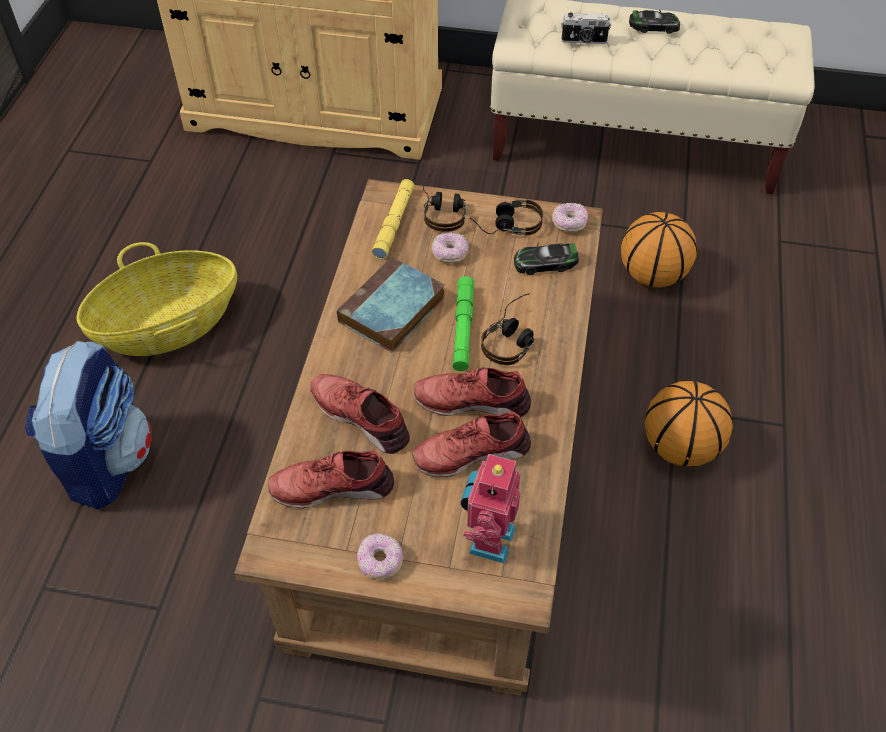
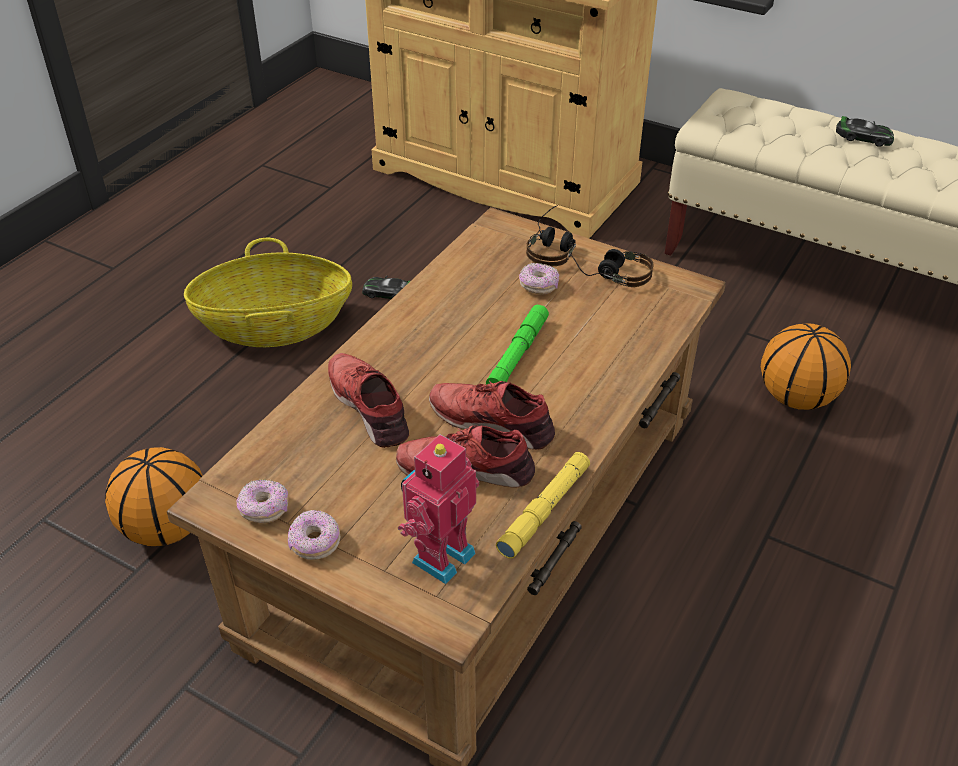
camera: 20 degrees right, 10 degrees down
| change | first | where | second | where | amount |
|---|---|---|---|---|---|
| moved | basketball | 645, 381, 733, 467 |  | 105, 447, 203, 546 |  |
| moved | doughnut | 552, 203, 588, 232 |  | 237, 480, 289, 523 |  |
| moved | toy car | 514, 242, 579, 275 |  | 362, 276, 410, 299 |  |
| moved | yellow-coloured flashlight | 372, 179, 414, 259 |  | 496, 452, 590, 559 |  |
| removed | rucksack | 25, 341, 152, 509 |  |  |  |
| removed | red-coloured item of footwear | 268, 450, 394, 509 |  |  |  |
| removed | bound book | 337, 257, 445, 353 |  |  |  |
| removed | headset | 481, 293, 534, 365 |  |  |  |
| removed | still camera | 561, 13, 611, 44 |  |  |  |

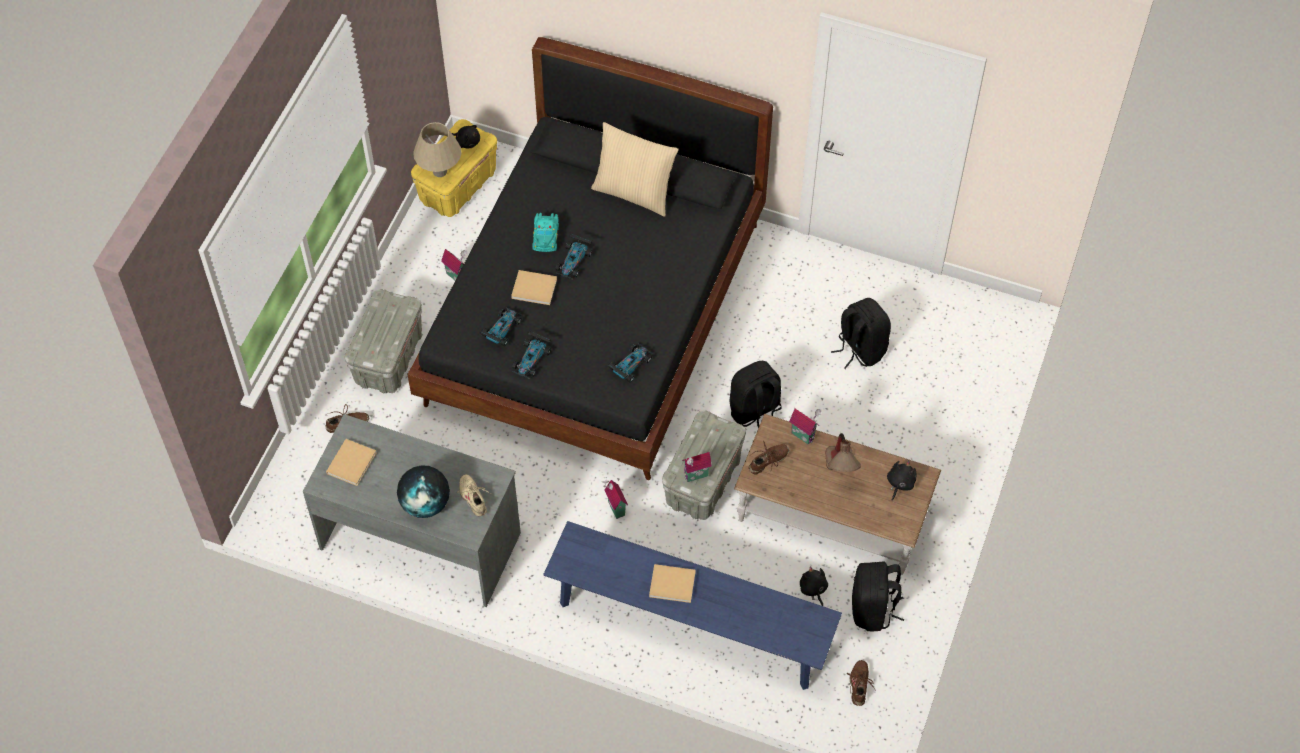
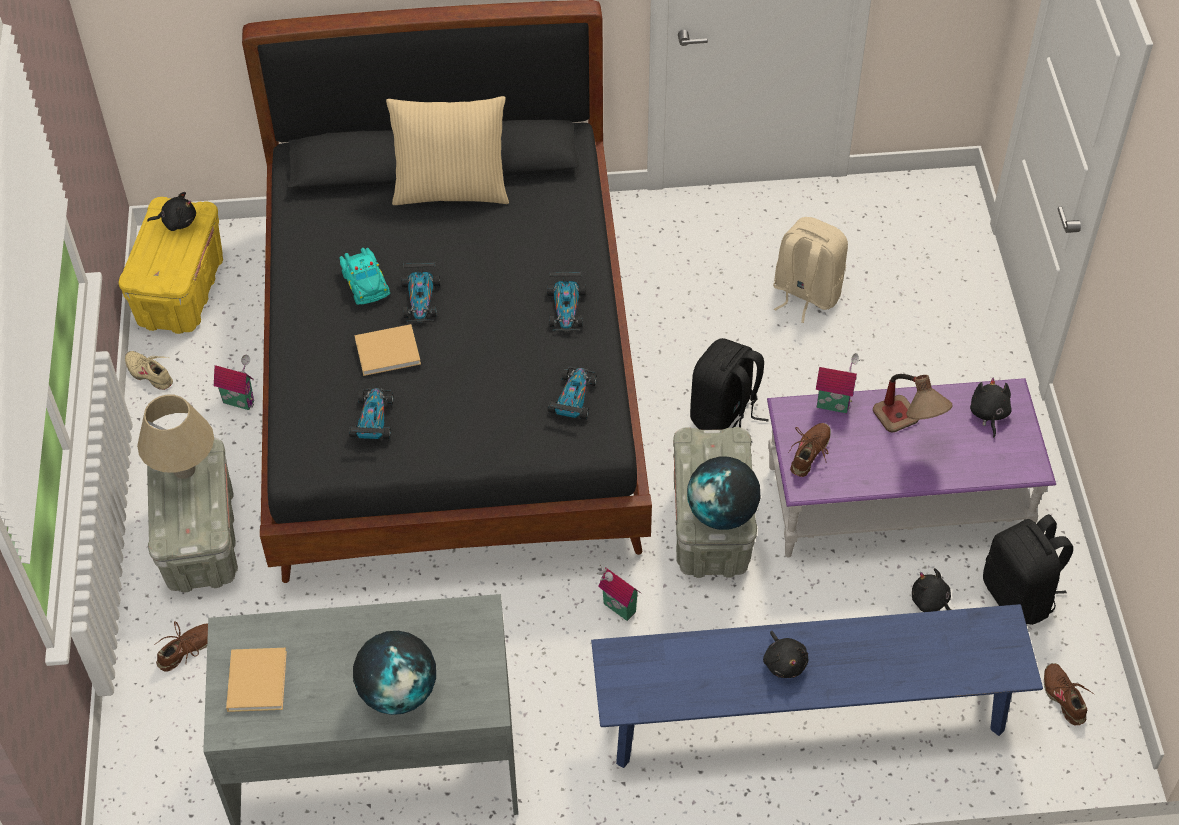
camera: 25 degrees left, 5 degrees down
| change | first | where | second | where | amount |
|---|---|---|---|---|---|
| moved | beige item of footwear | 457, 474, 492, 516 |  | 125, 351, 173, 390 |  |
| moved | beige lamp for a table | 413, 122, 462, 177 |  | 137, 394, 214, 479 |  |
| moved | toy car | 512, 331, 551, 379 |  | 547, 271, 586, 332 |  |
| replaced | toy house | 682, 452, 712, 482 | desk globe | 687, 457, 760, 530 |  |
| replaced | beige bound book | 649, 564, 696, 603 | black-coloured soft toy | 763, 631, 808, 678 |  |
| recoloured | brownish lounge table | 734, 414, 941, 575 | purplish lounge table | 767, 378, 1056, 557 |  |
| recoloured | black-coloured rucksack | 831, 298, 891, 369 | beige rucksack | 773, 217, 848, 323 |  |

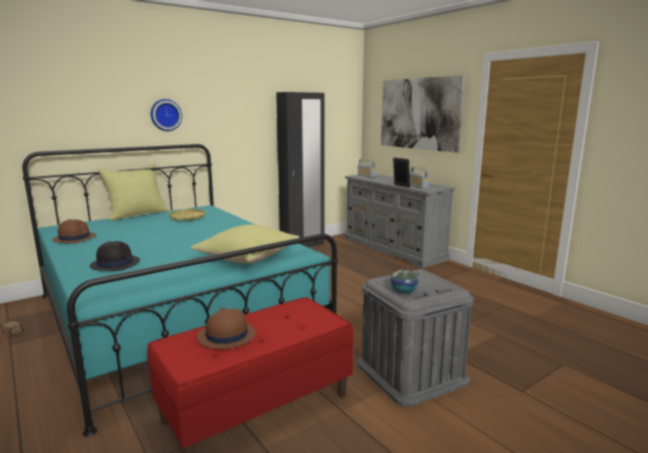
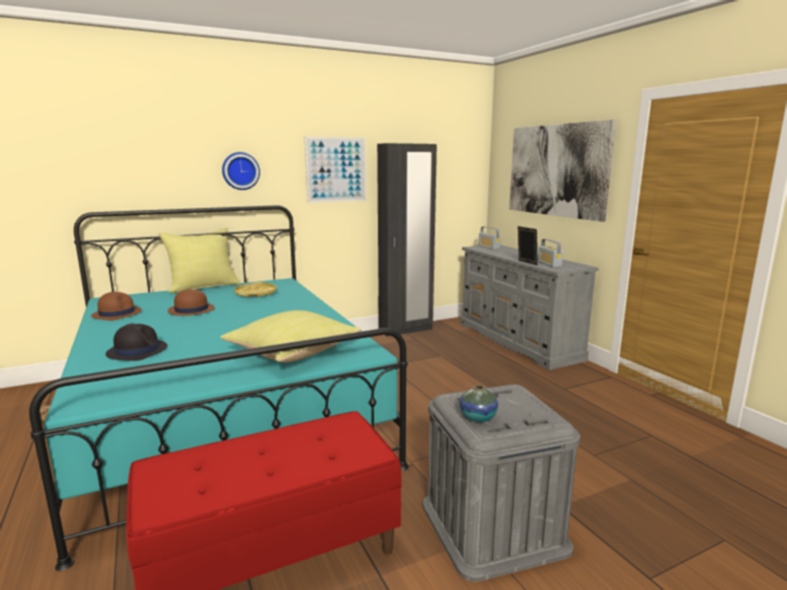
camera: 10 degrees right, 0 degrees up
| change | first | where | second | where | amount |
|---|---|---|---|---|---|
| moved | brownish hat | 197, 308, 256, 349 |  | 168, 289, 215, 316 |  |
| added |  |  | wall picture | 305, 137, 366, 203 |  |

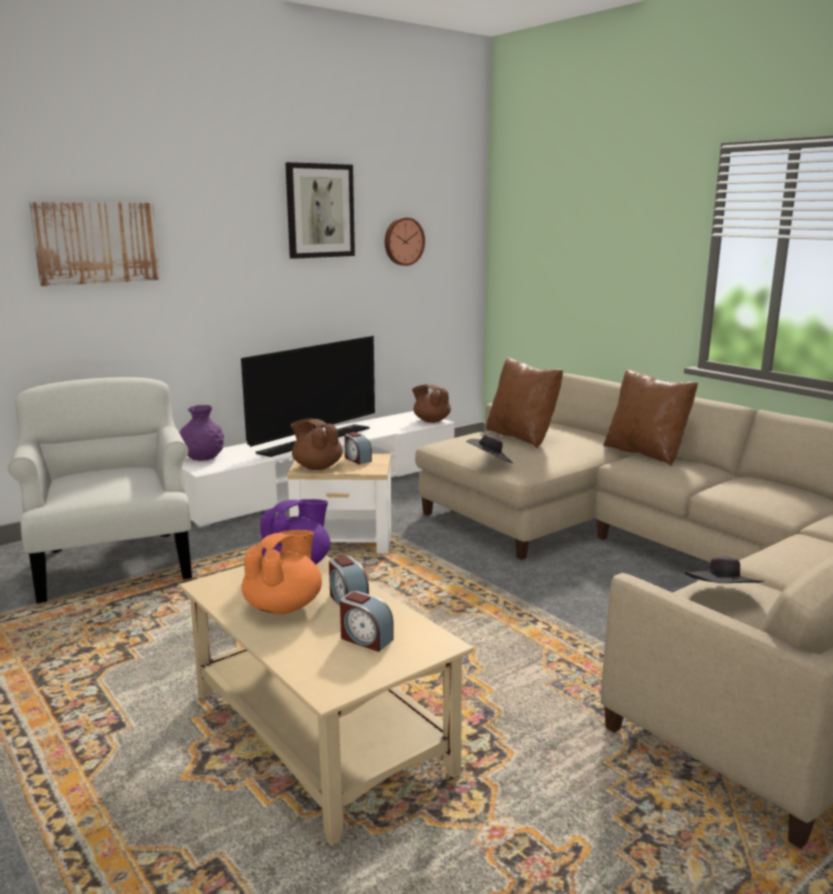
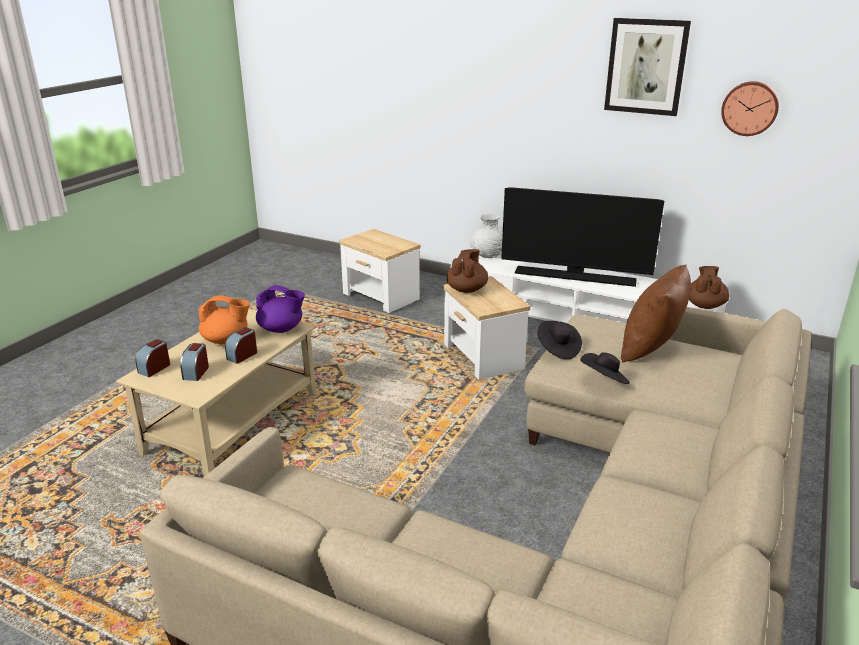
camera: 65 degrees right, 10 degrees up
| change | first | where | second | where | amount |
|---|---|---|---|---|---|
| moved | table clock | 345, 432, 372, 465 |  | 135, 339, 170, 377 |  |
| replaced | white lounge chair | 8, 377, 192, 603 | end table | 339, 229, 421, 313 |  |
| recoloured | purplish decorative vase | 180, 405, 224, 461 | white decorative vase | 470, 214, 503, 258 |  |
| moved | black-coloured hat | 684, 556, 764, 583 |  | 580, 352, 630, 384 |  |
| removed | wall picture | 29, 202, 160, 286 |  |  |  |
| removed | brownish throw pillow | 604, 369, 698, 466 |  |  |  |

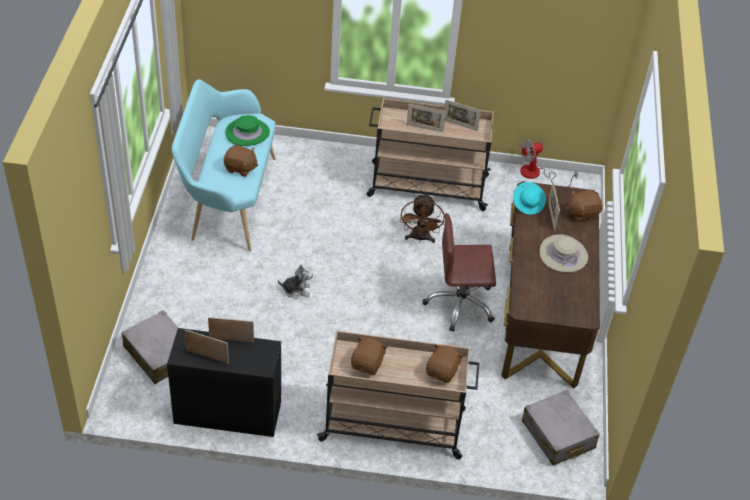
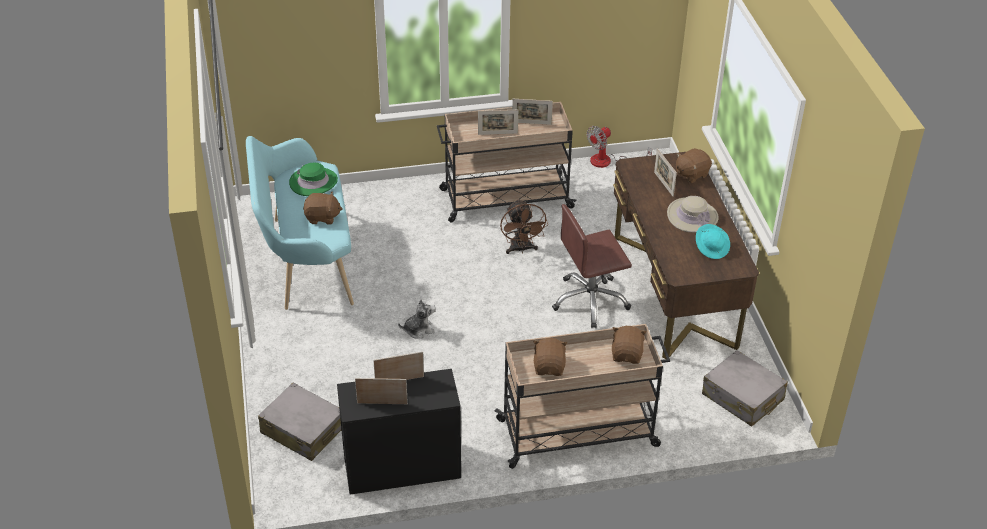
camera: 15 degrees left, 5 degrees down
| change | first | where | second | where | amount |
|---|---|---|---|---|---|
| moved | turquoise hat | 513, 182, 546, 215 |  | 696, 224, 730, 259 |  |

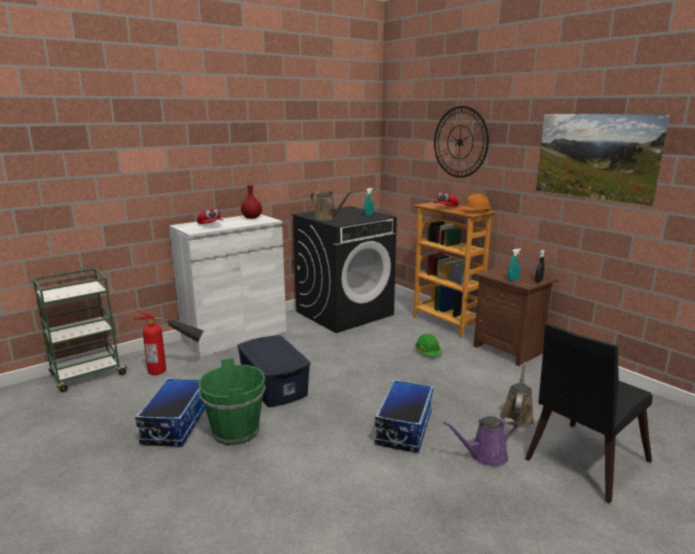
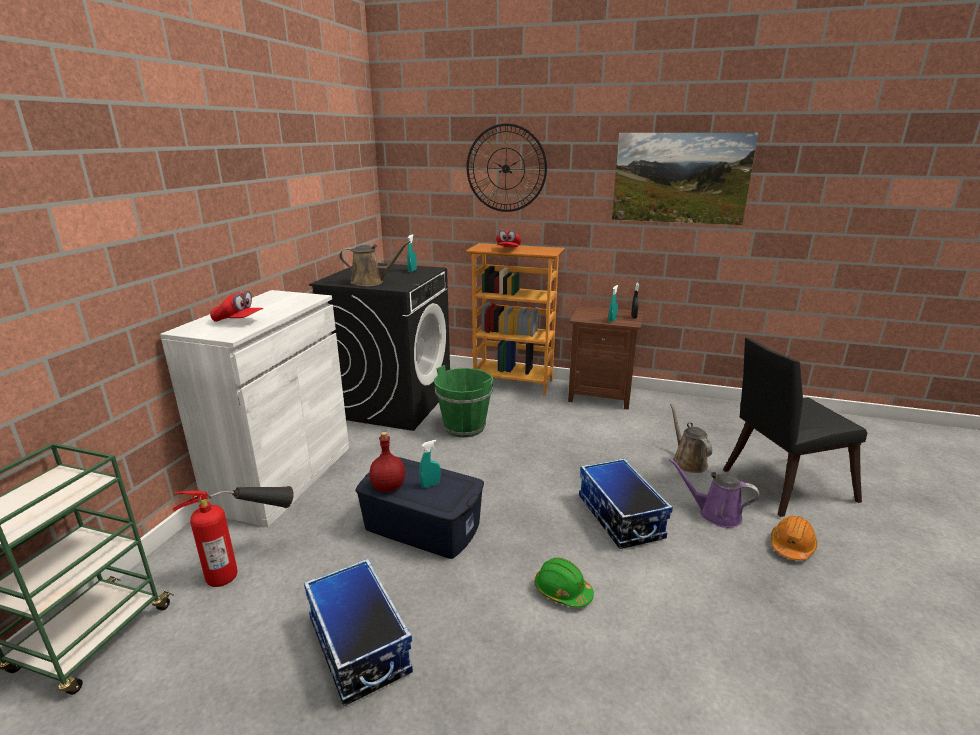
camera: 35 degrees left, 5 degrees up
| change | first | where | second | where | amount |
|---|---|---|---|---|---|
| moved | red-coloured beverage bottle | 241, 182, 262, 219 |  | 369, 432, 405, 492 |  |
| added |  |  | turquoise sprayer | 419, 440, 441, 488 |  |
| moved | green-coloured bucket | 198, 358, 265, 445 |  | 434, 365, 494, 437 |  |
| moved | green-coloured hard hat | 415, 334, 442, 357 |  | 535, 558, 594, 608 |  |
| turned | purplish watering pot | 443, 416, 518, 467 |  | 669, 459, 759, 528 | 75 degrees clockwise |
| turned | black-coloured plain chair | 525, 324, 653, 503 |  | 723, 338, 867, 517 | 60 degrees clockwise |
| moved | orange hard hat | 460, 193, 491, 211 |  | 771, 515, 817, 561 |  |

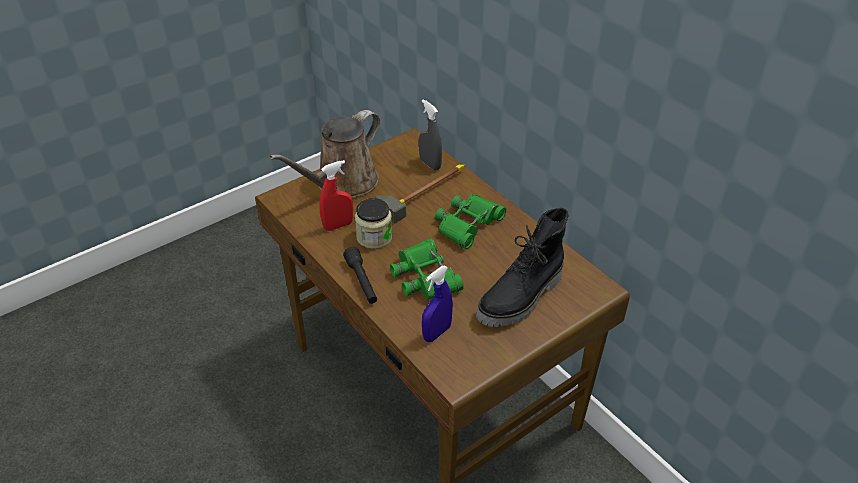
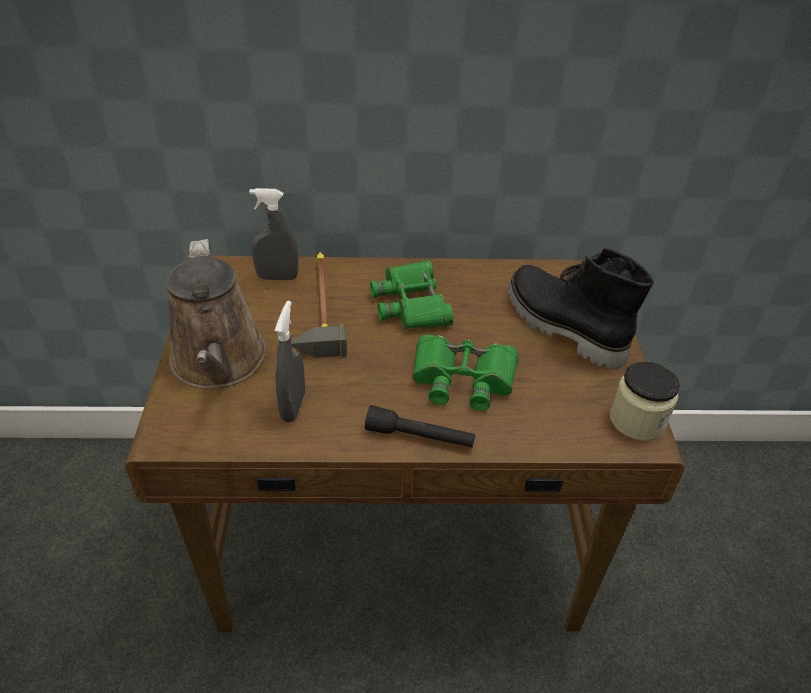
camera: 55 degrees left, 0 degrees up
| change | first | where | second | where | amount |
|---|---|---|---|---|---|
| recoloured | red-coloured sprayer | 319, 160, 353, 231 | grey sprayer | 275, 301, 305, 422 |  |
| turned | black-coloured tall boot | 476, 208, 568, 327 |  | 508, 248, 653, 369 | 150 degrees clockwise |
| moved | preserve jar | 355, 198, 392, 249 |  | 610, 361, 680, 441 |  |
| removed | blue-coloured sprayer | 422, 266, 453, 342 |  |  |  |

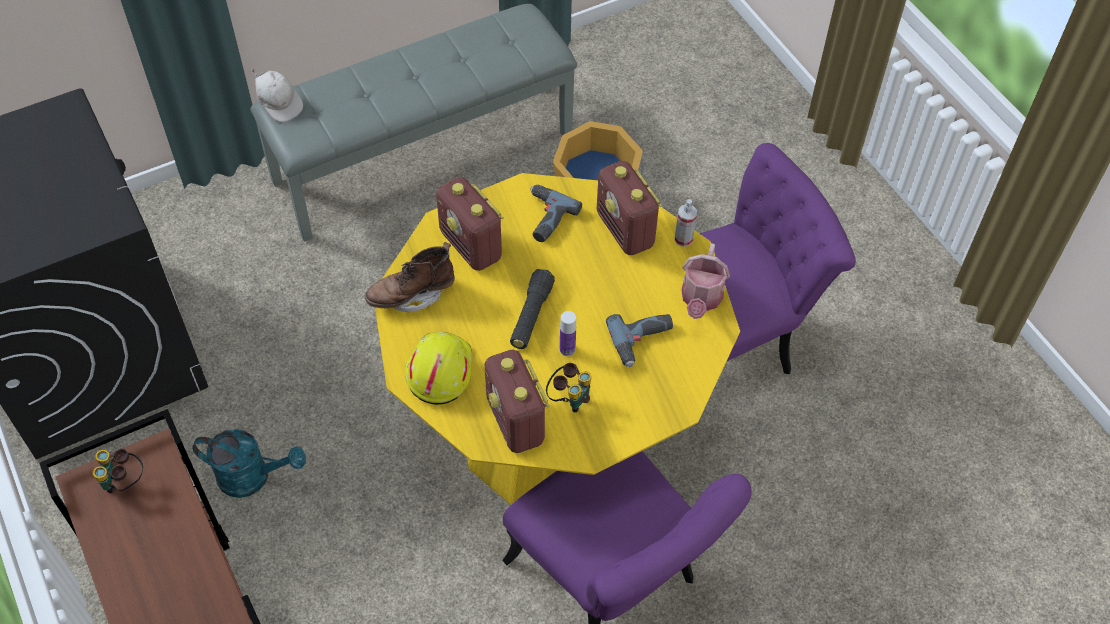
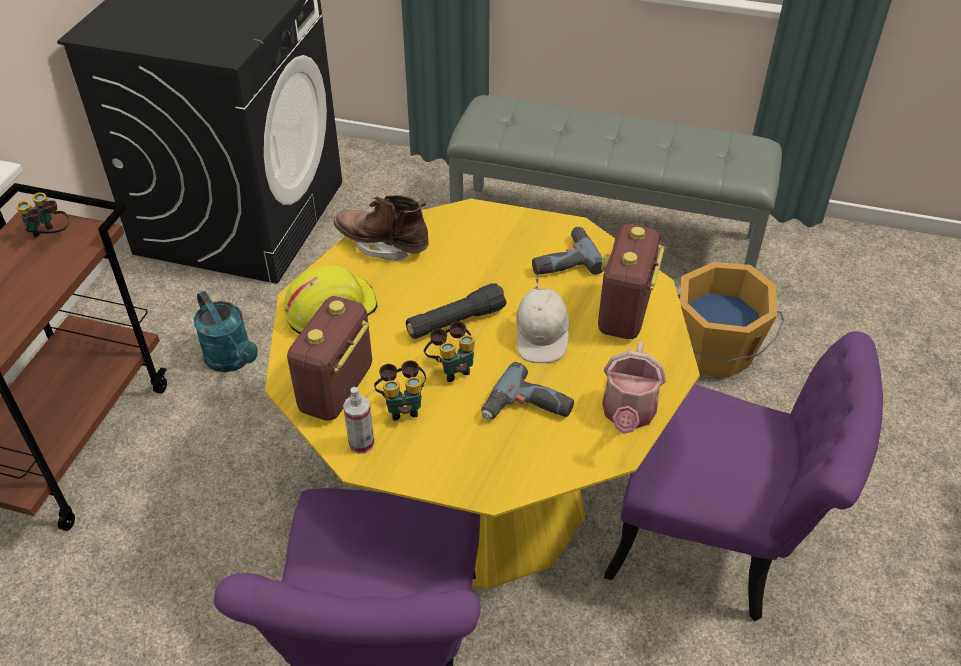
camera: 45 degrees right, 10 degrees down
| change | first | where | second | where | amount |
|---|---|---|---|---|---|
| moved | sprayer | 675, 199, 697, 247 |  | 343, 387, 375, 454 |  |
| replaced | beverage bottle | 560, 311, 576, 356 | binoculars | 424, 321, 475, 382 |  |
| moved | white cap | 252, 69, 303, 122 |  | 516, 278, 570, 363 |  |
| turned | watering pot | 681, 243, 730, 319 |  | 602, 342, 666, 434 | 45 degrees counterclockwise |
| removed | radio | 436, 177, 504, 271 |  |  |  |

